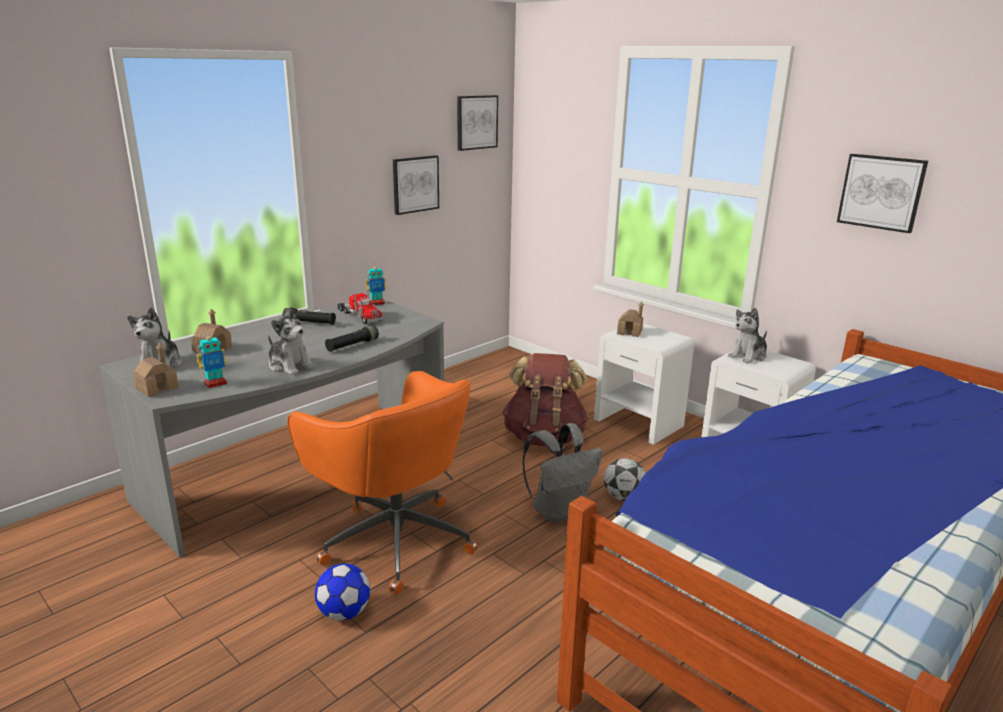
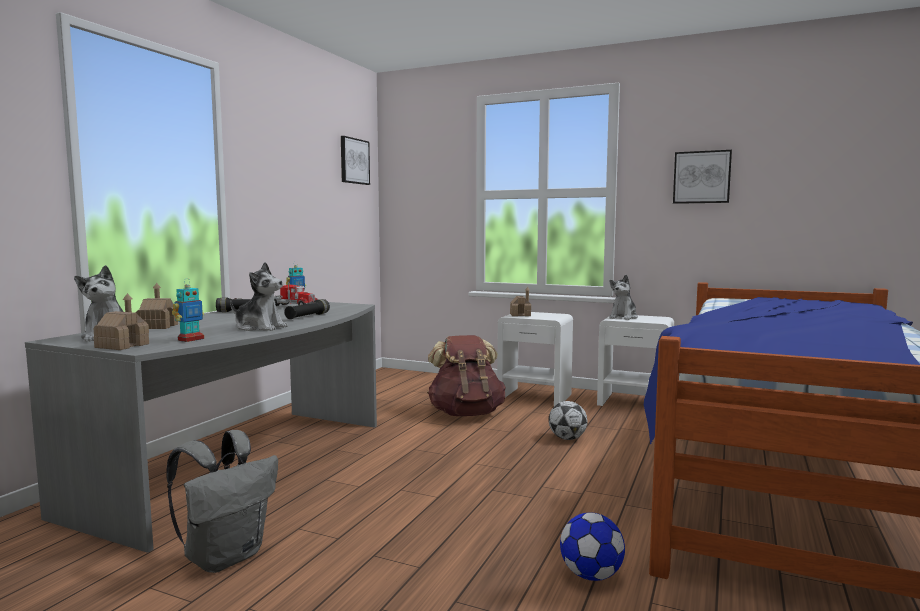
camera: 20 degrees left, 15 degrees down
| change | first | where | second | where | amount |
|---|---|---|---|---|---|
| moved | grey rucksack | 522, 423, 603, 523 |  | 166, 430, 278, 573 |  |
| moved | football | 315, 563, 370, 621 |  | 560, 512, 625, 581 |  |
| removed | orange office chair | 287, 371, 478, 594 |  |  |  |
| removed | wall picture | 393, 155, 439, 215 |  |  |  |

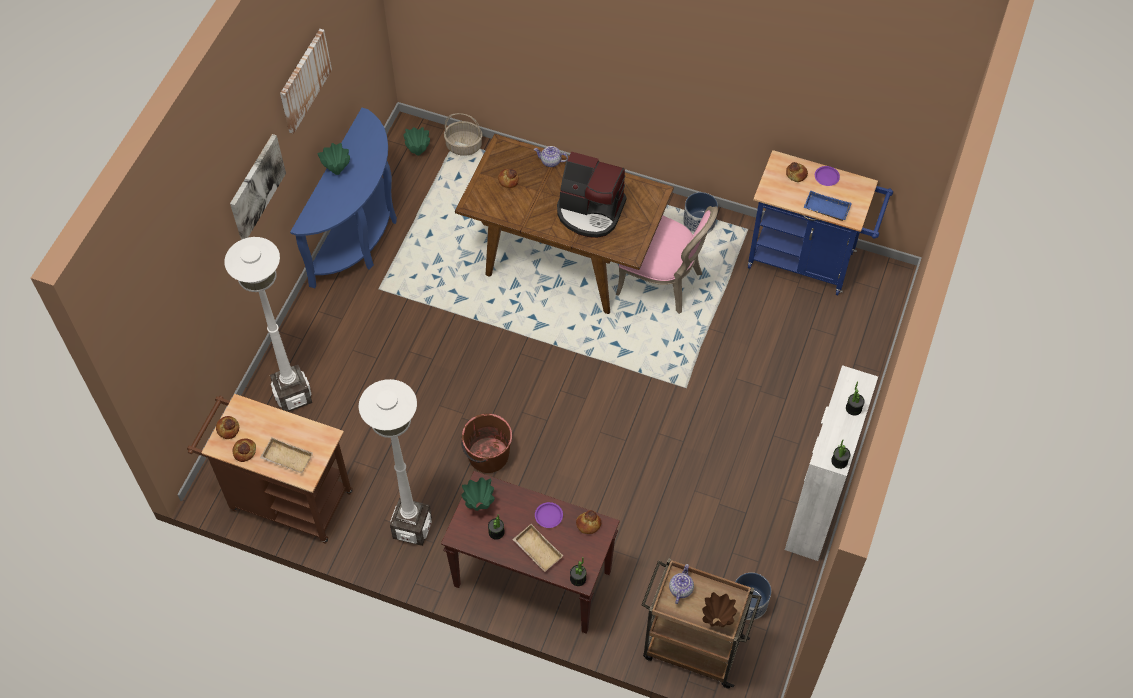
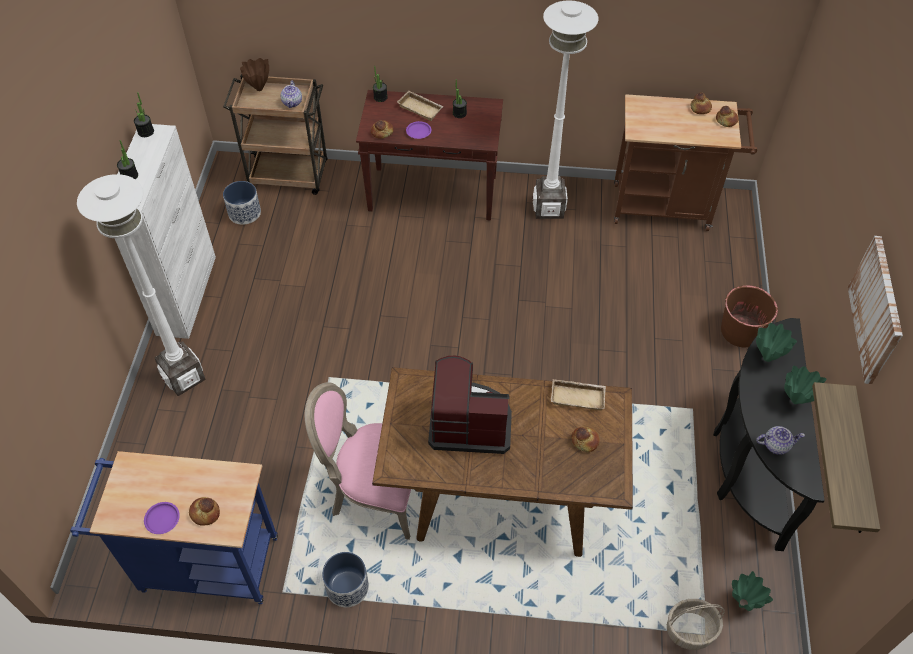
camera: 165 degrees right, 5 degrees down
| change | first | where | second | where | amount |
|---|---|---|---|---|---|
| moved | white standard lamp | 224, 237, 312, 412 |  | 77, 174, 206, 396 |  |
| moved | beige carrying tray | 260, 437, 313, 473 |  | 551, 379, 606, 411 |  |
| recoloured | blue-coloured hall table | 290, 108, 397, 288 | black-coloured hall table | 713, 318, 825, 551 |  |
| moved | brownish bucket | 461, 413, 512, 473 |  | 721, 285, 778, 347 |  |
| moved | green-coloured decorative vase | 462, 477, 495, 511 |  | 756, 323, 797, 362 |  |
| moved | pot for tea | 534, 146, 568, 167 |  | 756, 426, 805, 455 |  |
| added |  |  | shelf | 812, 382, 880, 533 |  |
| removed | wall picture | 230, 134, 286, 240 |  |  |  |
| removed | blue-coloured carrying tray | 803, 190, 852, 221 |  |  |  |

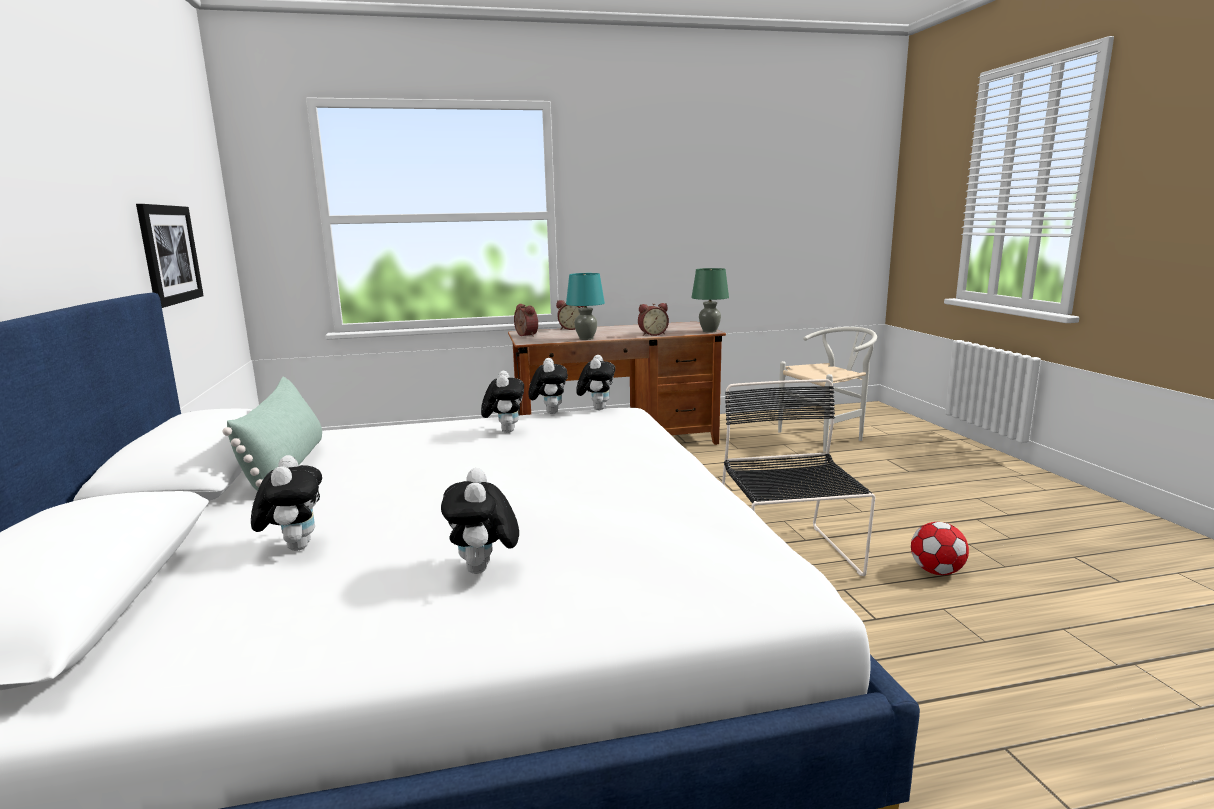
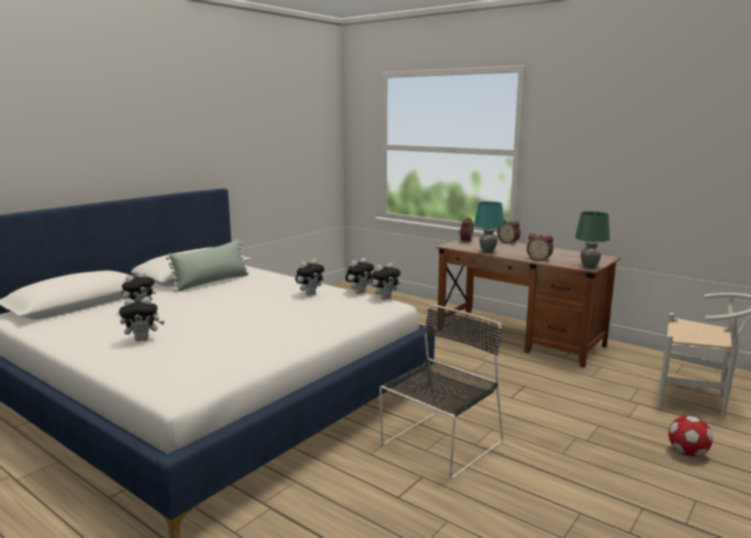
camera: 50 degrees right, 0 degrees up
| change | first | where | second | where | amount |
|---|---|---|---|---|---|
| turned | soft toy | 441, 468, 519, 574 |  | 119, 297, 164, 342 | 150 degrees counterclockwise |
| moved | football | 911, 522, 969, 575 |  | 668, 416, 713, 456 |  |
| removed | wall picture | 136, 204, 204, 308 |  |  |  |

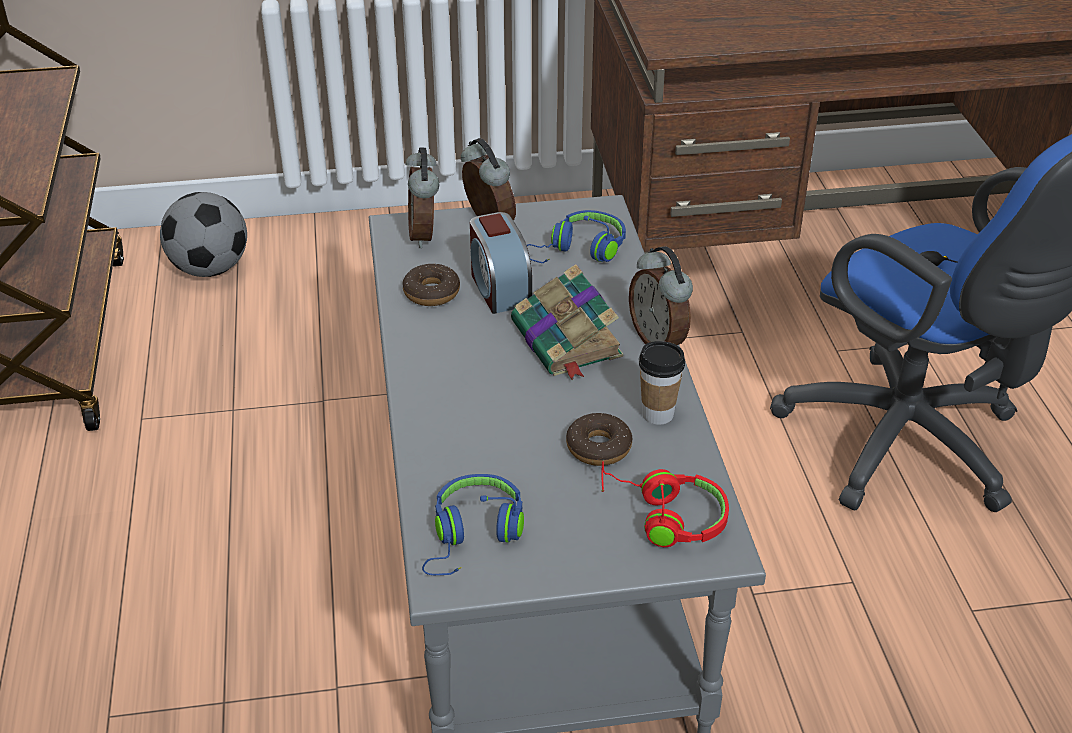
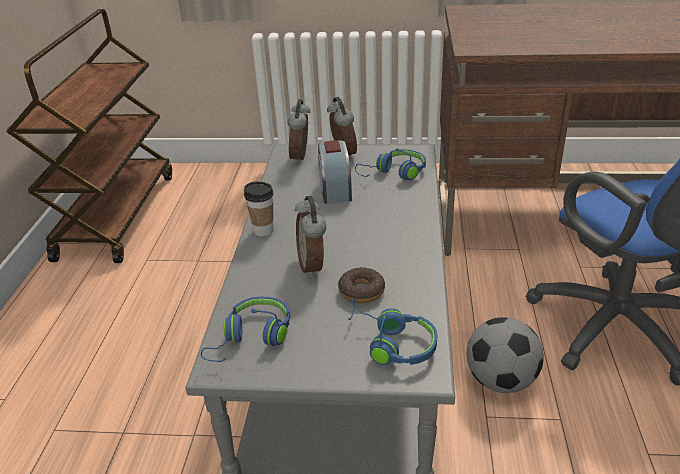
camera: 15 degrees right, 5 degrees down
| change | first | where | second | where | amount |
|---|---|---|---|---|---|
| moved | cup | 639, 341, 685, 425 |  | 244, 181, 274, 236 |  |
| moved | table clock | 629, 246, 693, 345 |  | 295, 196, 326, 278 |  |
| recoloured | red-coloured headset | 601, 461, 729, 547 | blue-coloured headset | 348, 298, 437, 365 |  |
| moved | football | 160, 192, 247, 277 |  | 467, 317, 544, 393 |  |
| removed | doughnut | 402, 263, 460, 306 |  |  |  |
| removed | bound book | 511, 264, 623, 380 |  |  |  |

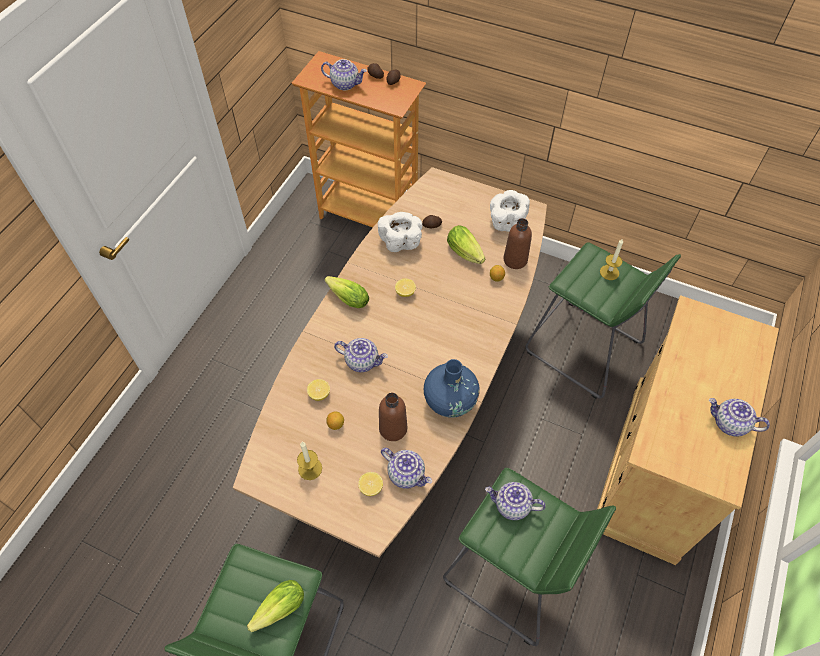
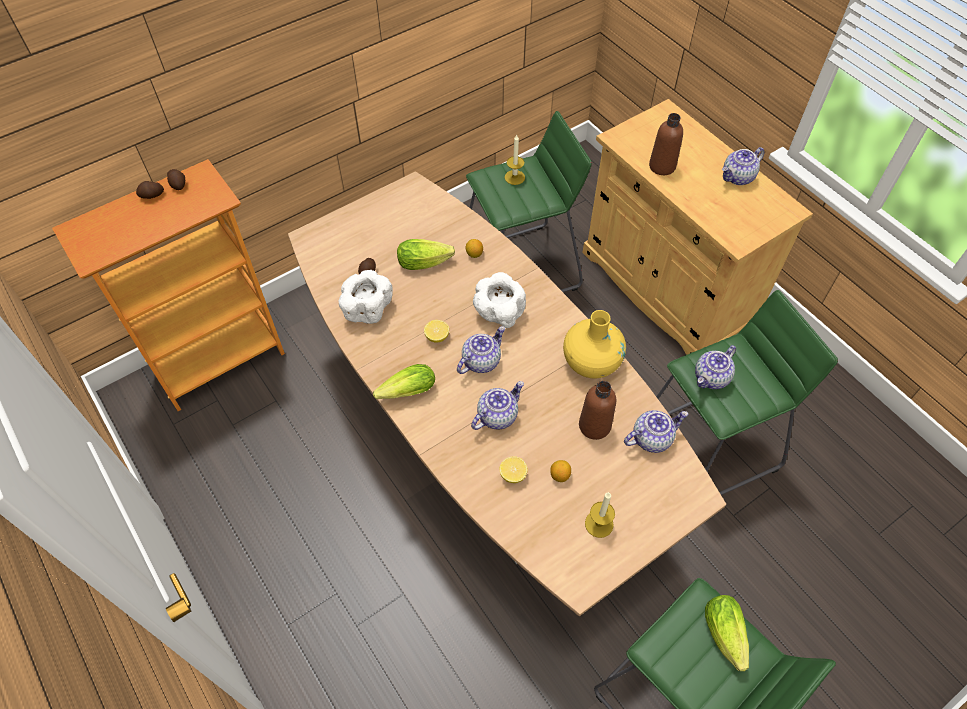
camera: 60 degrees left, 0 degrees up
| change | first | where | second | where | amount |
|---|---|---|---|---|---|
| moved | pot for tea | 321, 59, 367, 90 |  | 457, 326, 505, 374 |  |
| moved | white serving bowl | 490, 190, 530, 232 |  | 473, 272, 526, 328 |  |
| recoloured | blue-coloured decorative vase | 424, 359, 480, 418 | yellow-coloured decorative vase | 563, 310, 626, 378 |  |
| moved | brownish beverage bottle | 503, 218, 532, 269 |  | 649, 113, 683, 175 |  |
| removed | citrus fruit | 358, 472, 383, 496 |  |  |  |

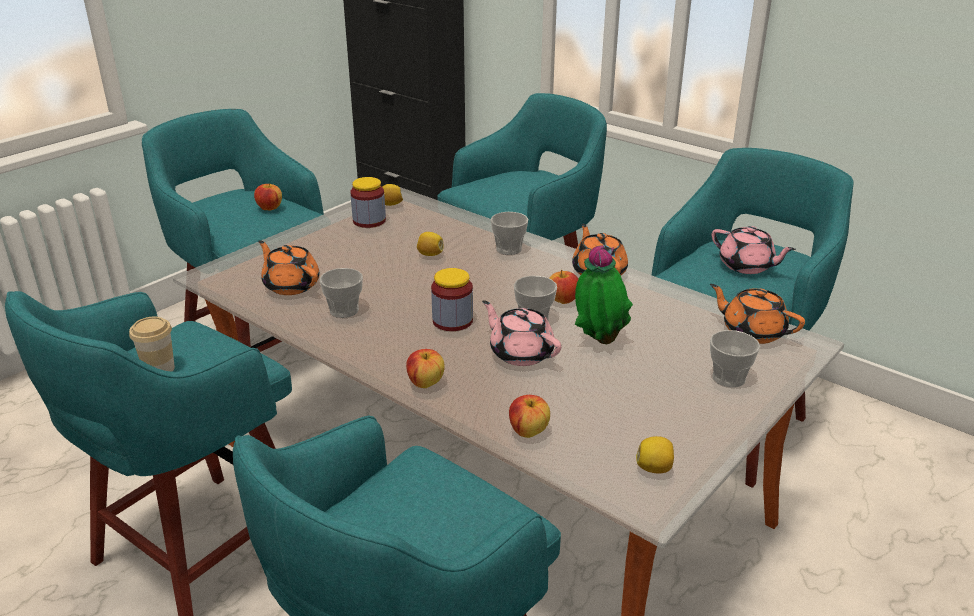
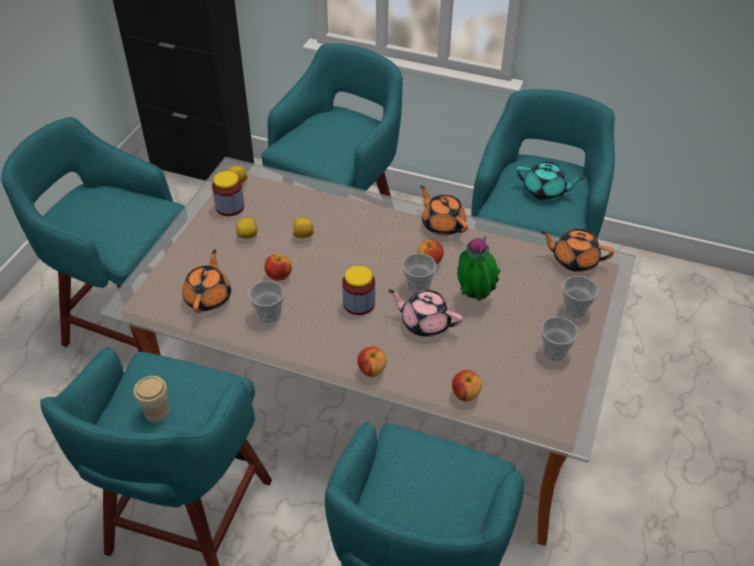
camera: 20 degrees left, 15 degrees up
| change | first | where | second | where | amount |
|---|---|---|---|---|---|
| turned | orange pot for tea | 258, 240, 320, 295 |  | 182, 249, 231, 313 | 75 degrees clockwise |
| moved | citrus fruit | 636, 436, 674, 474 |  | 236, 218, 257, 239 |  |
| moved | apple fruit | 254, 183, 282, 211 |  | 264, 254, 292, 281 |  |
| recoloured | pink pot for tea | 712, 226, 796, 274 | turquoise pot for tea | 515, 162, 584, 201 |  |
| moved | cup | 491, 212, 528, 255 |  | 541, 317, 578, 361 |  |

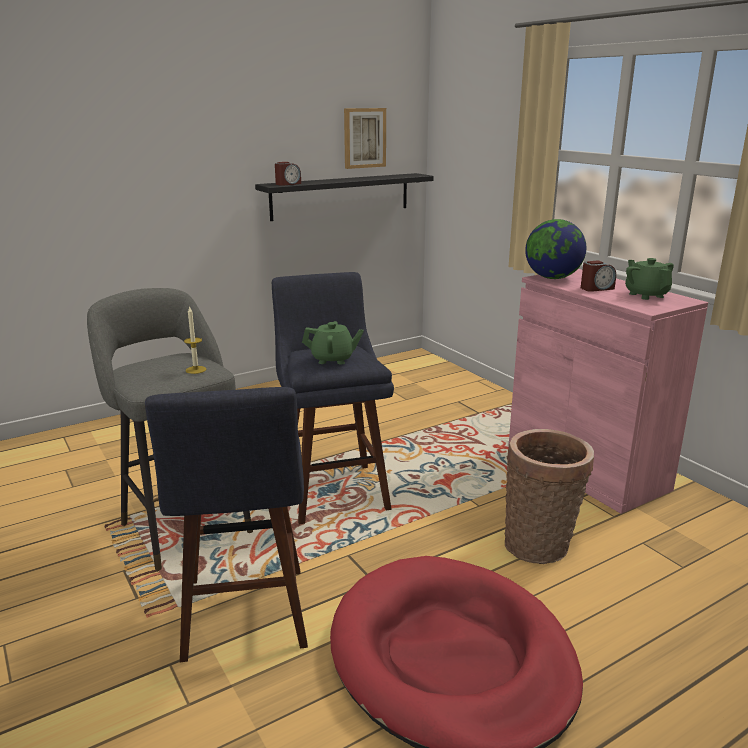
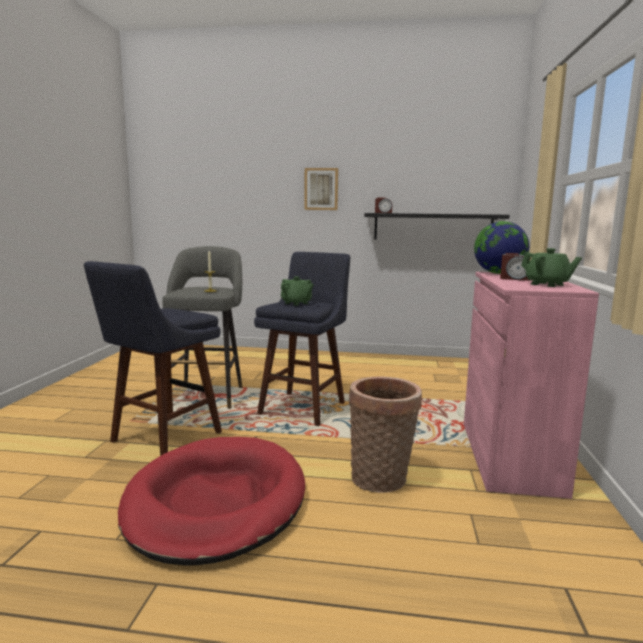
camera: 40 degrees right, 10 degrees down
| change | first | where | second | where | amount |
|---|---|---|---|---|---|
| moved | wall picture | 344, 108, 386, 169 |  | 304, 168, 338, 210 |  |
| turned | green-coloured pot for tea | 625, 258, 674, 300 |  | 521, 248, 582, 287 | 120 degrees clockwise |

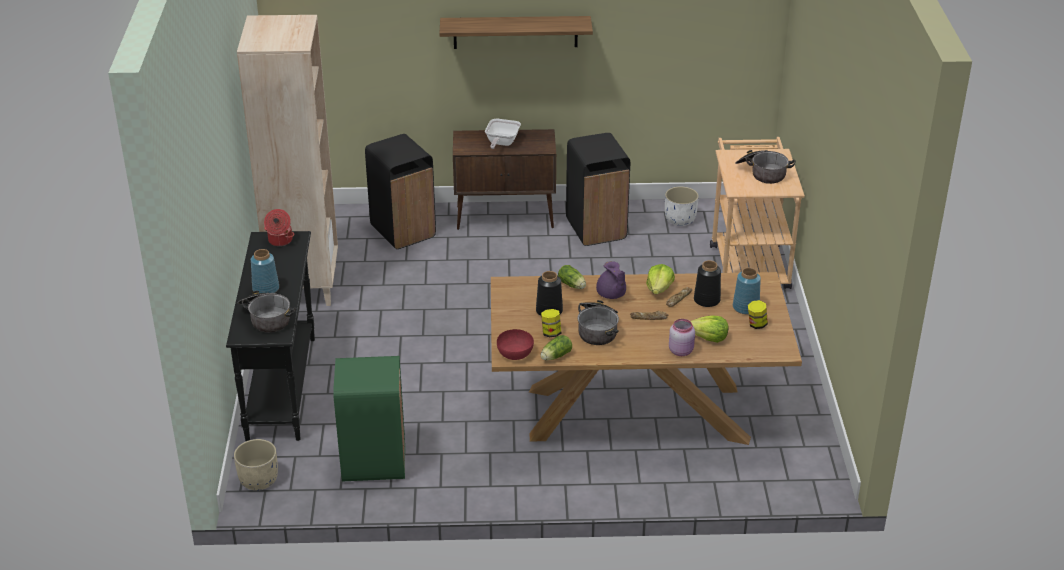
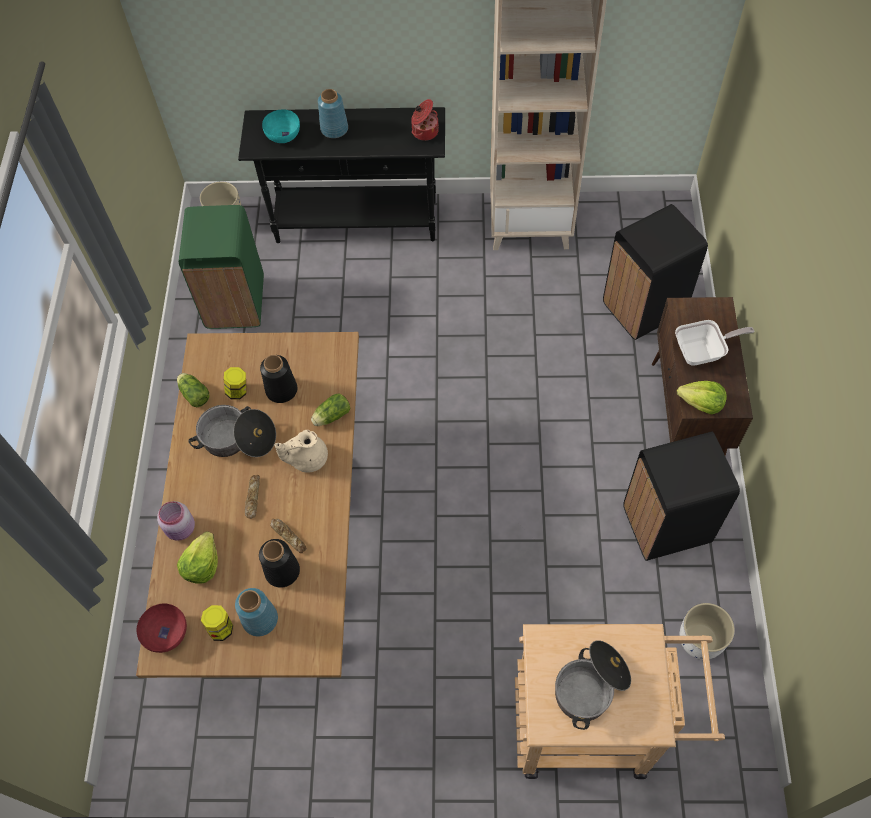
camera: 95 degrees right, 25 degrees up
| change | first | where | second | where | amount |
|---|---|---|---|---|---|
| moved | red-coloured serving bowl | 497, 329, 534, 360 |  | 137, 603, 187, 653 |  |
| replaced | cooking pot | 237, 291, 296, 333 | turquoise serving bowl | 262, 109, 300, 143 |  |
| recoloured | purplish pot for tea | 596, 261, 626, 299 | beige pot for tea | 274, 430, 328, 473 |  |
| turned | frying pan | 485, 119, 521, 149 |  | 675, 320, 754, 366 | 150 degrees clockwise |
| moved | lettuce head | 646, 264, 675, 294 |  | 677, 381, 727, 414 |  |
| removed | shelf | 440, 16, 593, 49 |  |  |  |

